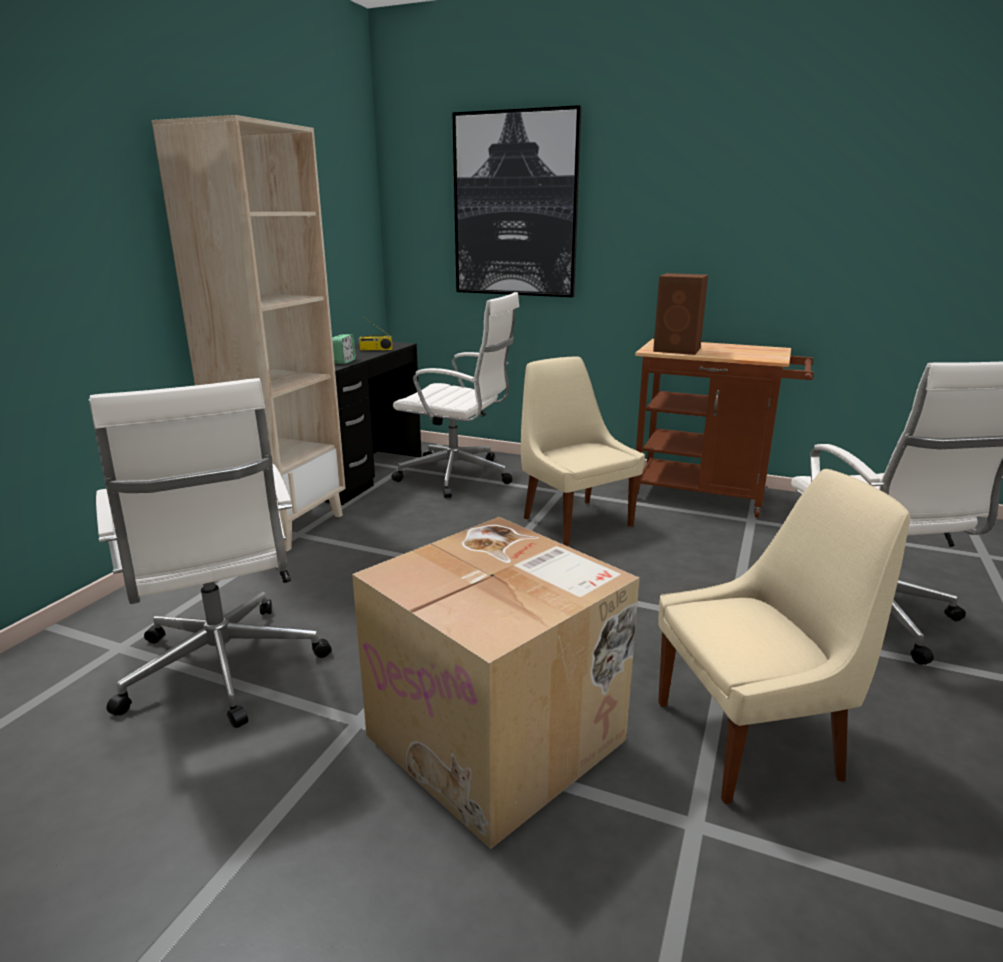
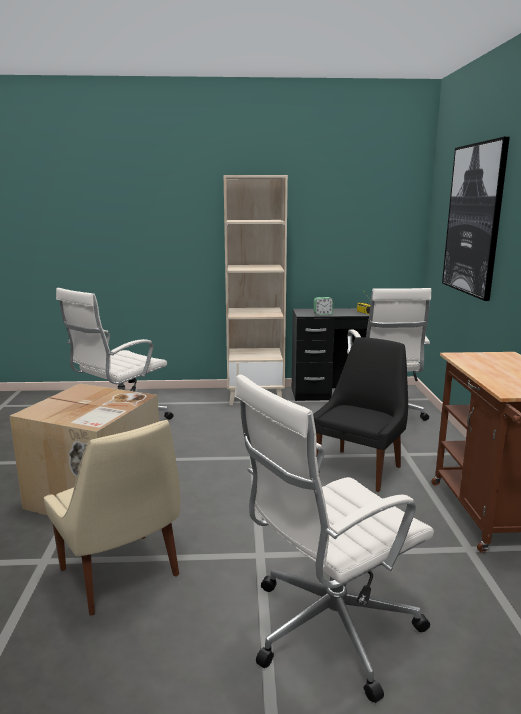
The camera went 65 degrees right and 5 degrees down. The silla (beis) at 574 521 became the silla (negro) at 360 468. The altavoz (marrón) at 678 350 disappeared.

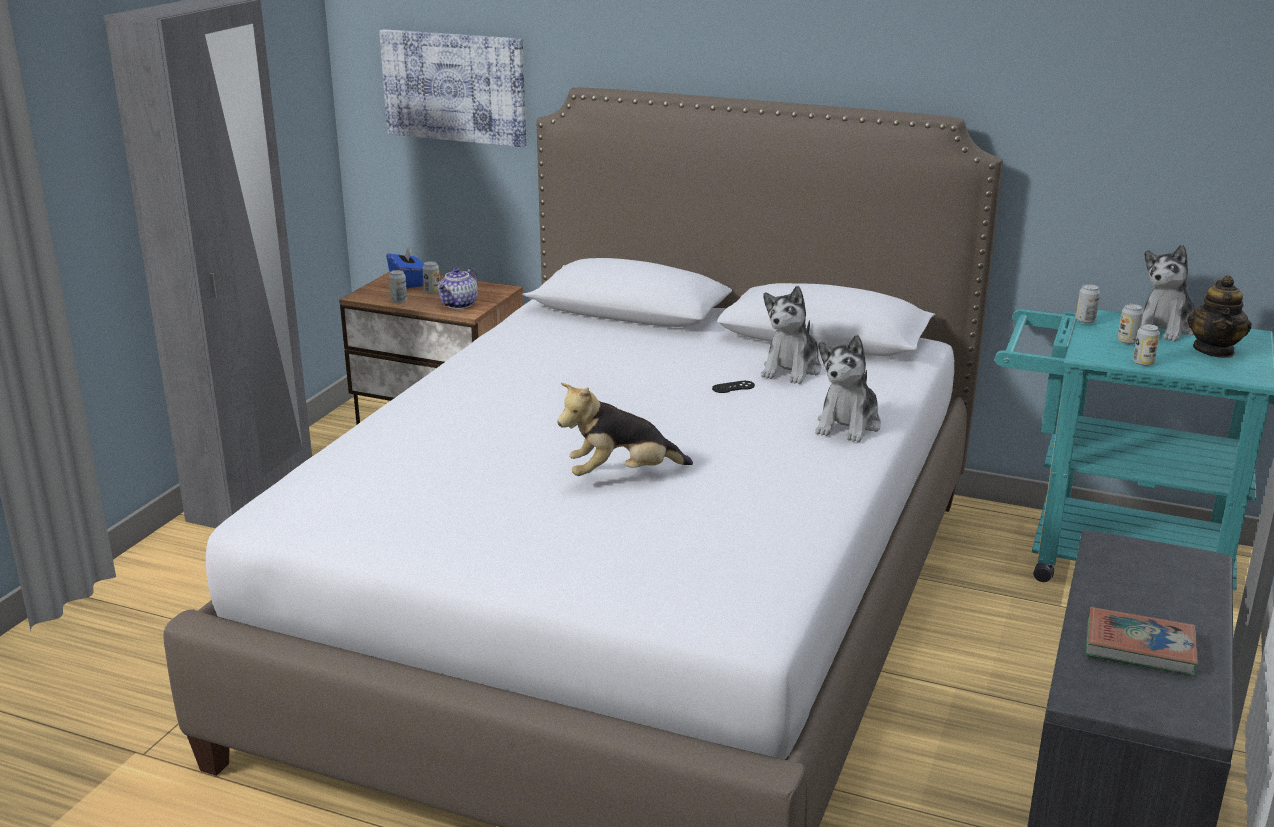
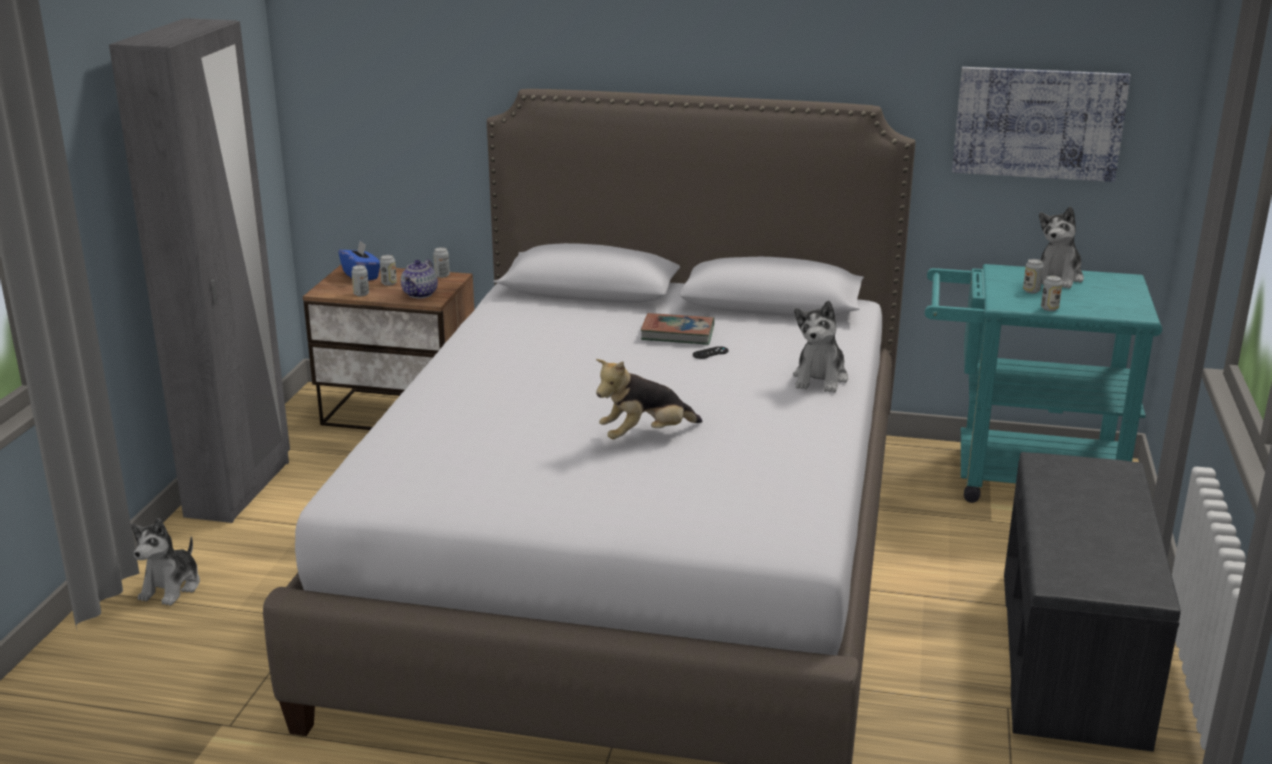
The camera went 10 degrees left and 0 degrees up. The cuadro moved from 454 87 to 1038 123. The peluche moved from 792 370 to 171 587. The lata moved from 1085 320 to 442 275. The libro moved from 1139 647 to 677 334. The tetera at 1214 350 disappeared.

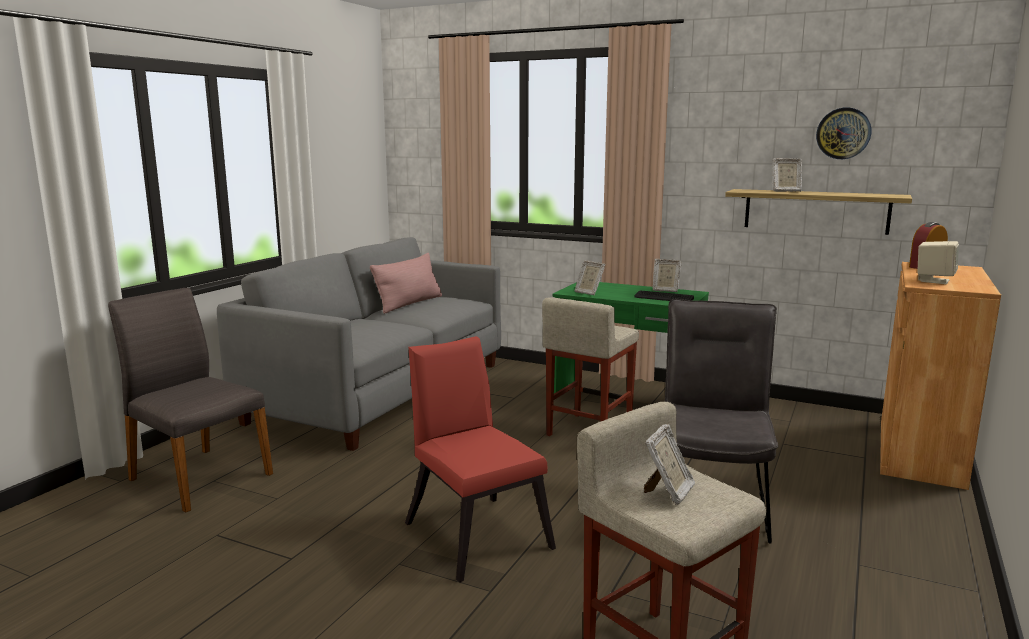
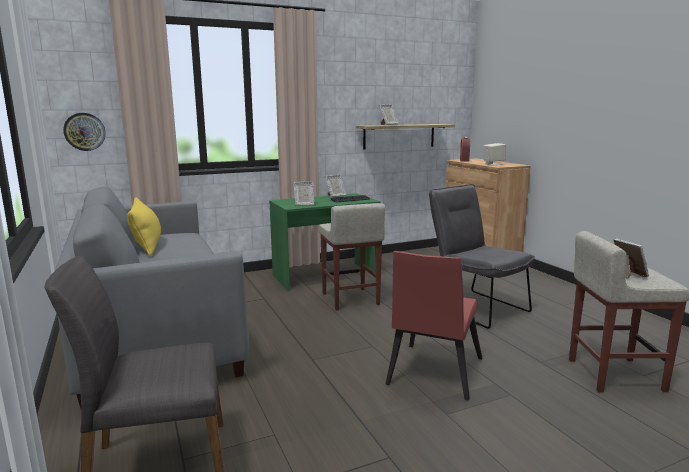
The camera went 50 degrees left and 0 degrees up. The cojín (rosa) at 409 304 became the cojín (amarillo) at 146 245. The silla (rojo) at 475 531 turned 75 degrees counterclockwise. The reloj de pared moved from 843 133 to 84 131.

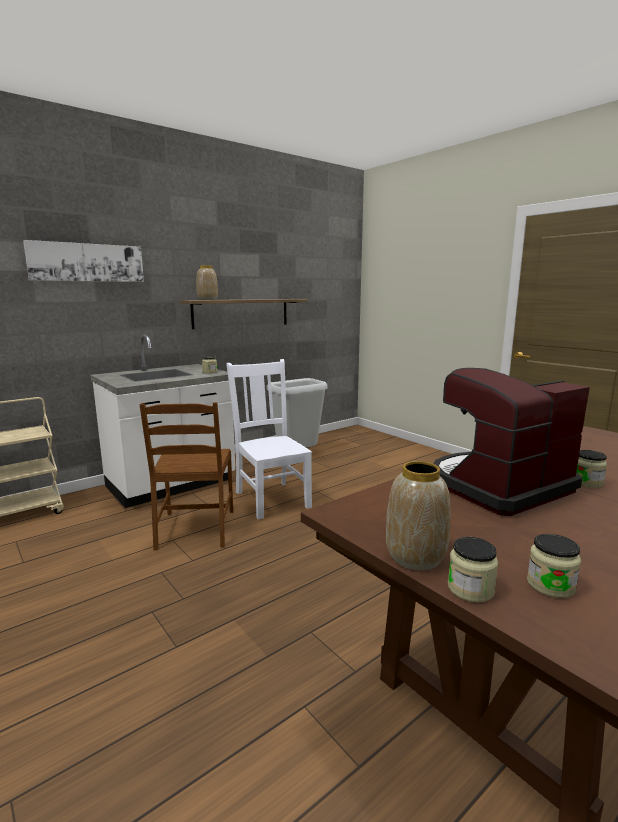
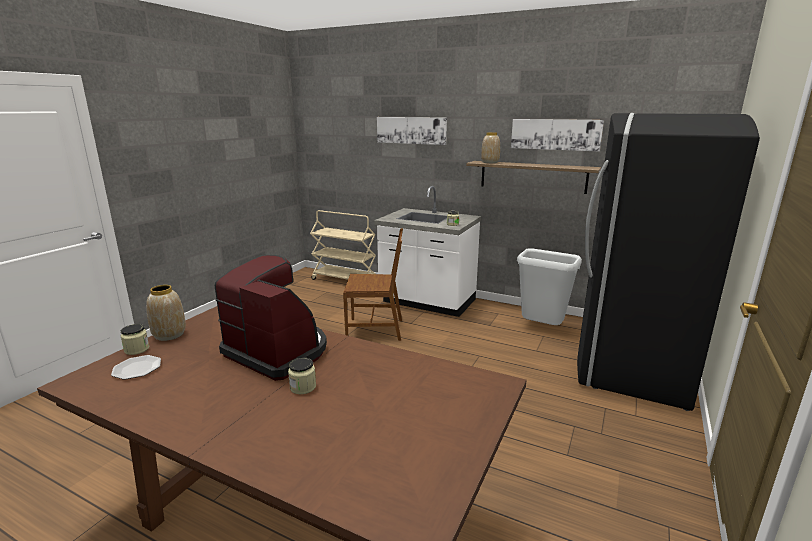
The camera went 65 degrees right and 5 degrees up. The silla (marrón) at 195 529 turned 150 degrees counterclockwise. The silla (blanco) at 271 498 disappeared. The tarro at 550 585 was replaced by the plato at 137 369. The cuadro at 555 134 appeared. The nevera (negro) at 632 363 appeared.

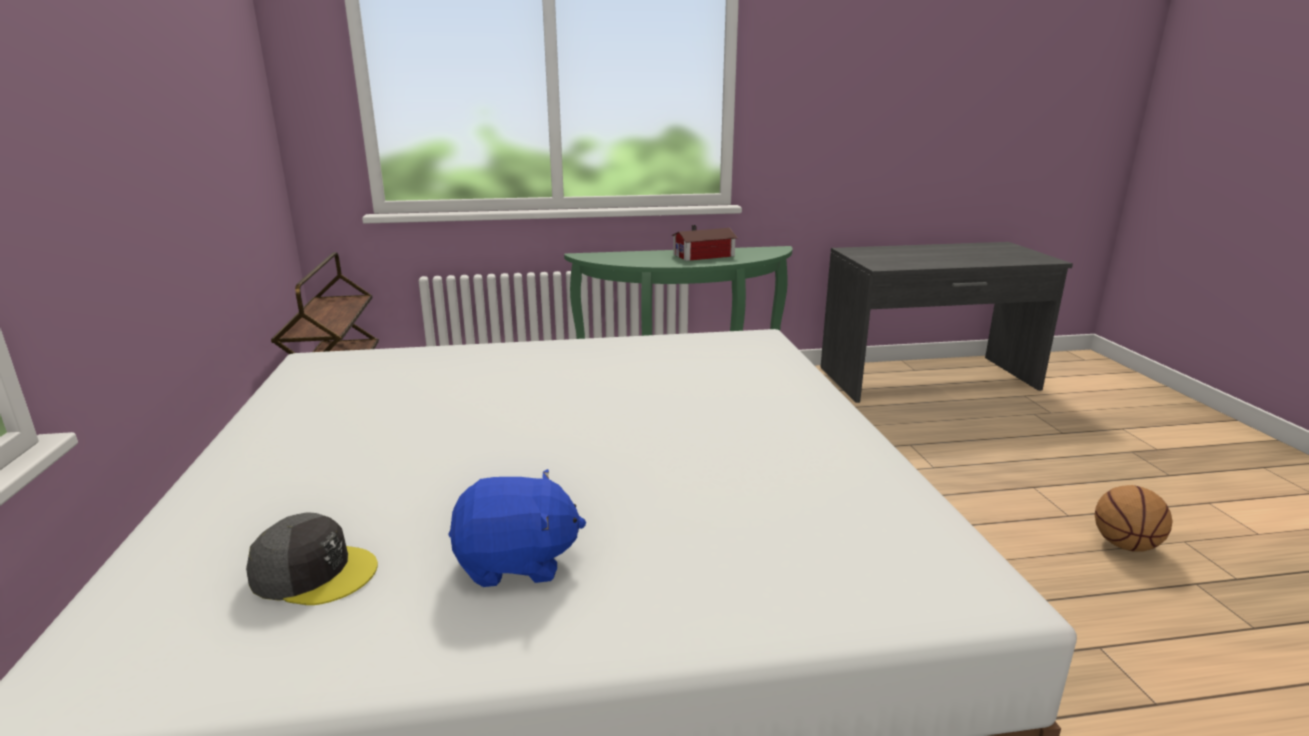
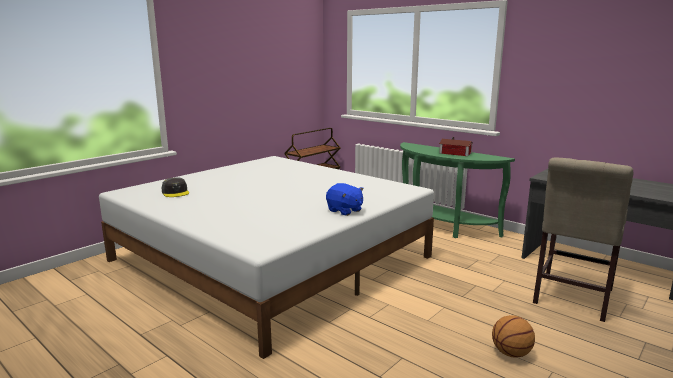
The camera went 50 degrees right and 5 degrees down. The peluche (azul) moved from 517 562 to 344 210. The silla (beis) at 571 298 appeared.

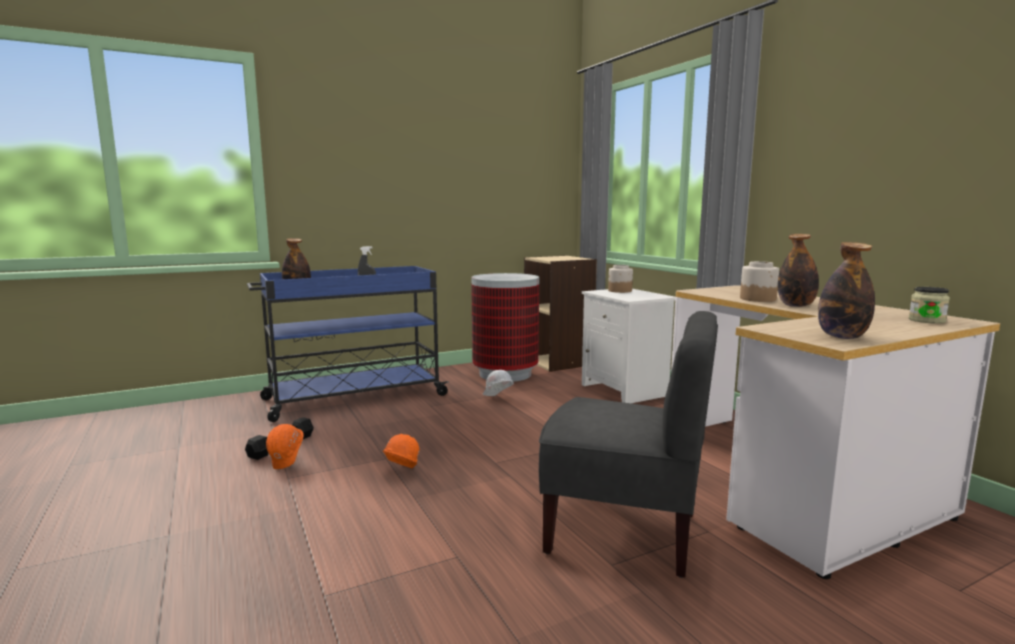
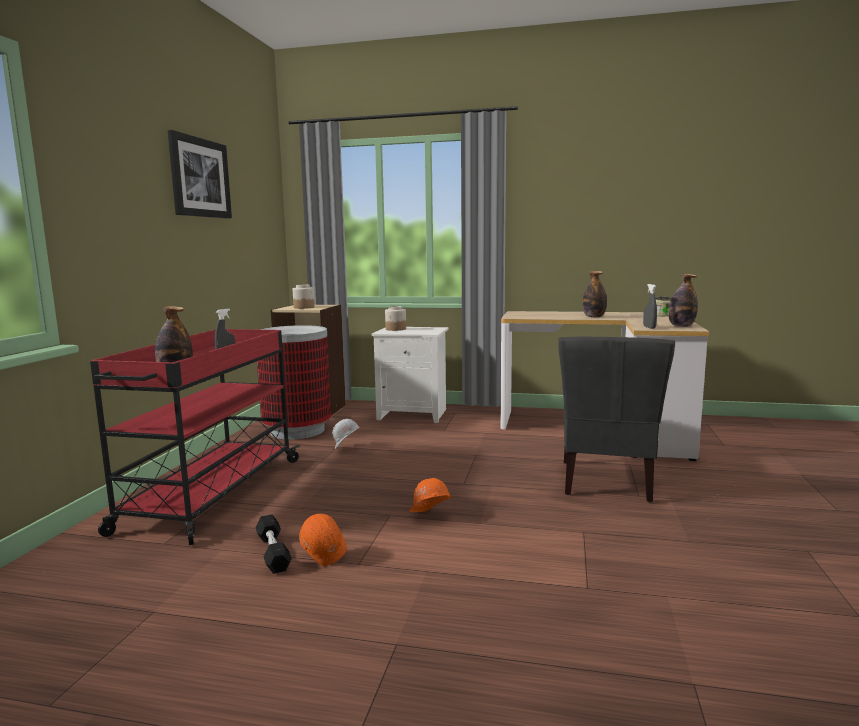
The camera went 50 degrees left and 0 degrees up. The carrito (azul) at 353 397 became the carrito (rojo) at 211 494. The silla (gris) at 623 532 turned 135 degrees clockwise. The tarro moved from 758 299 to 304 307. The cuadro at 200 178 appeared. The pulverizador (gris) at 649 327 appeared.

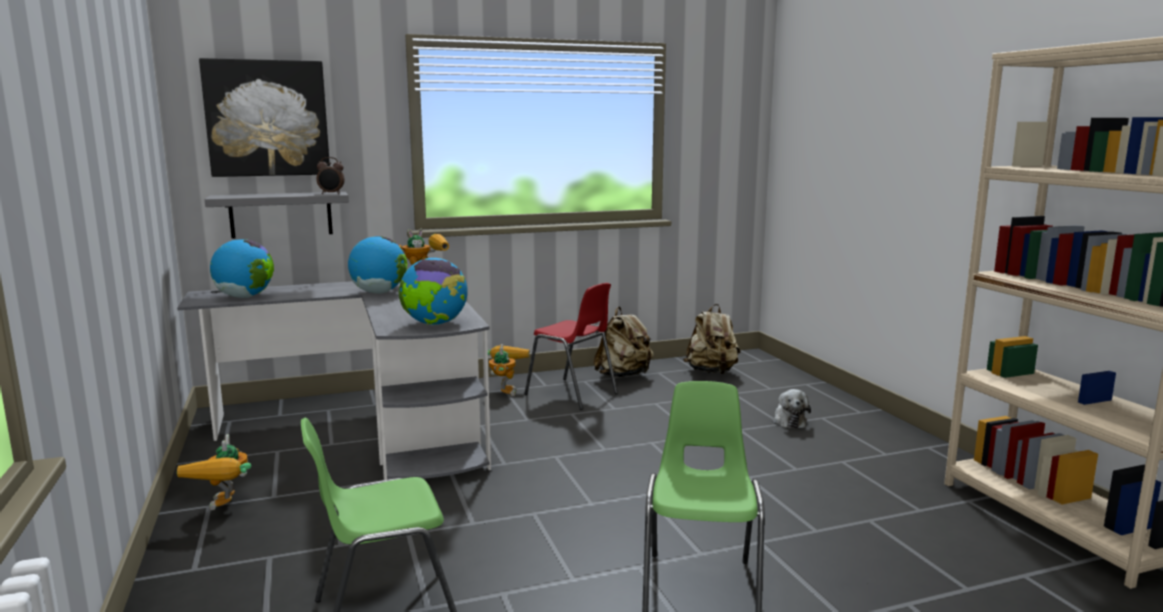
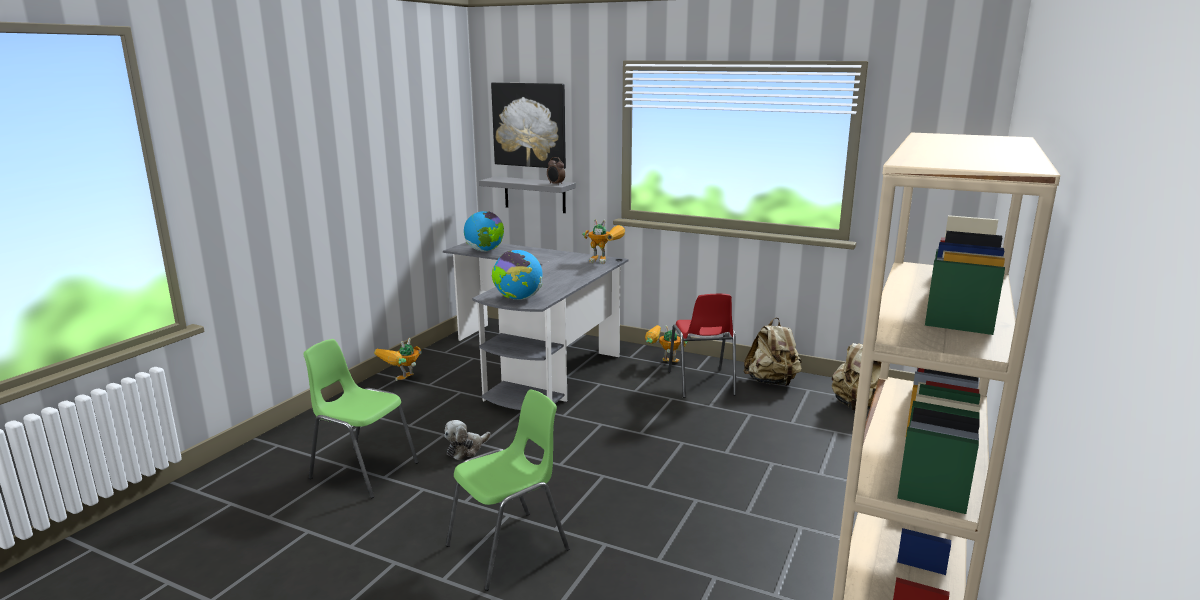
The camera went 45 degrees right and 5 degrees up. The globo terráqueo at 379 293 disappeared. The robot de juguete at 505 390 turned 120 degrees counterclockwise. The peluche moved from 788 421 to 466 449.

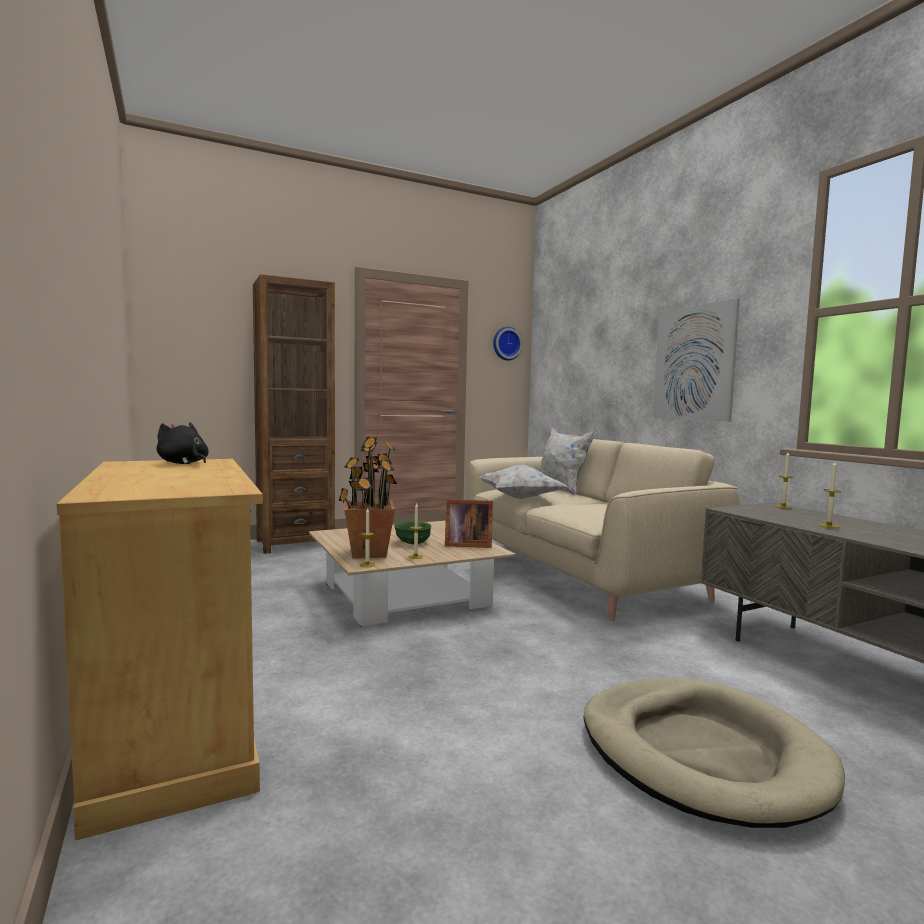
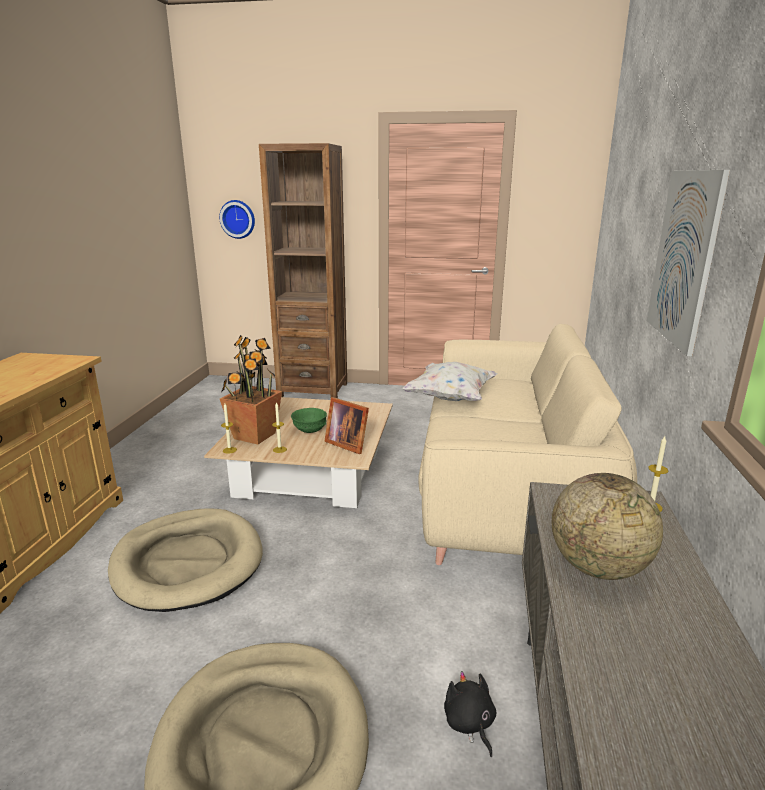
The camera went 35 degrees right and 15 degrees up. The peluche (negro) moved from 184 463 to 469 724. The reloj de pared moved from 506 343 to 238 219. The cojín (blanco) at 561 489 disappeared. The vela at 828 526 was replaced by the globo terráqueo at 598 567. The cama para perro (beis) at 188 563 appeared.

